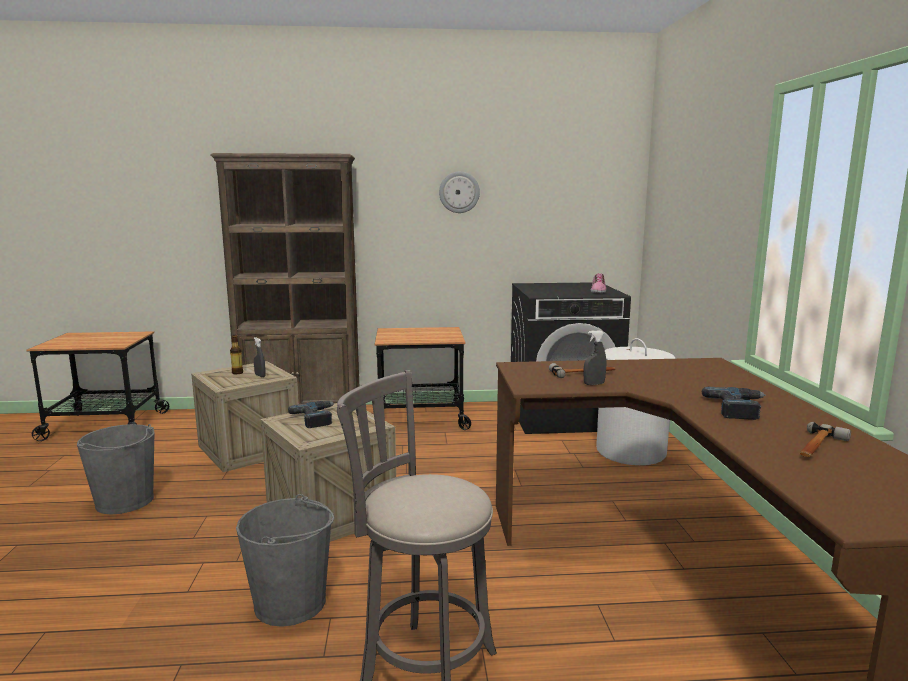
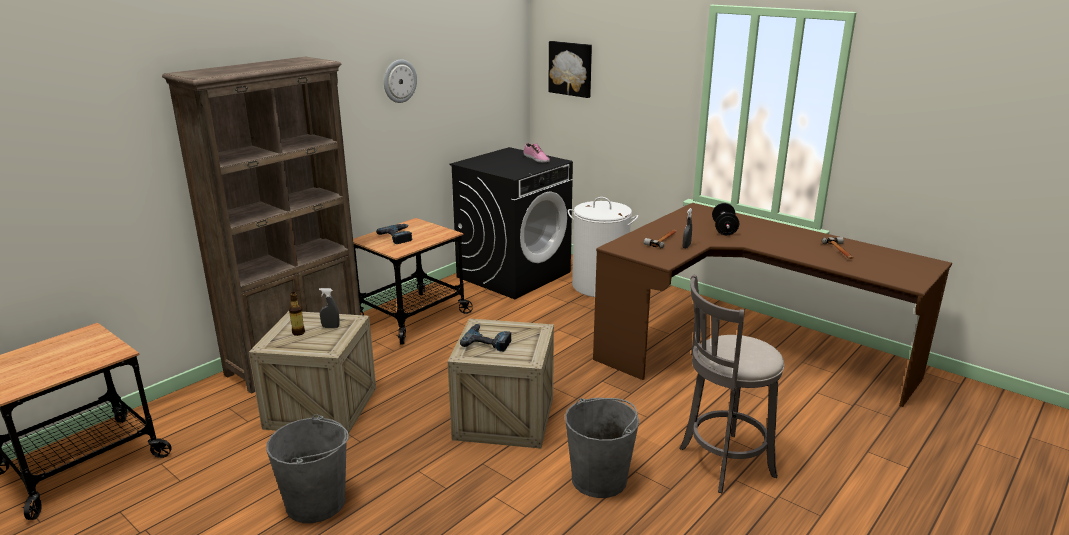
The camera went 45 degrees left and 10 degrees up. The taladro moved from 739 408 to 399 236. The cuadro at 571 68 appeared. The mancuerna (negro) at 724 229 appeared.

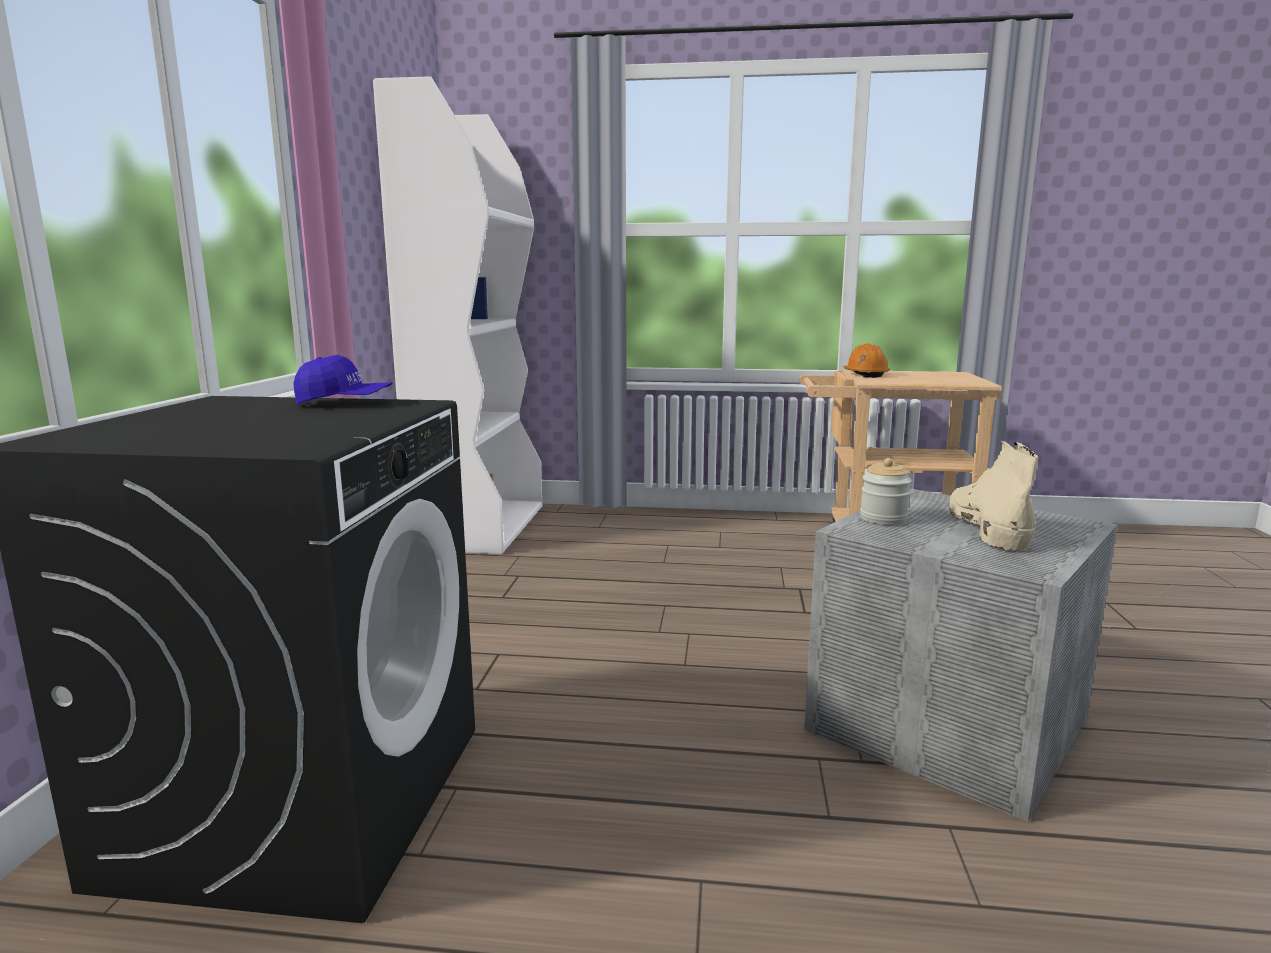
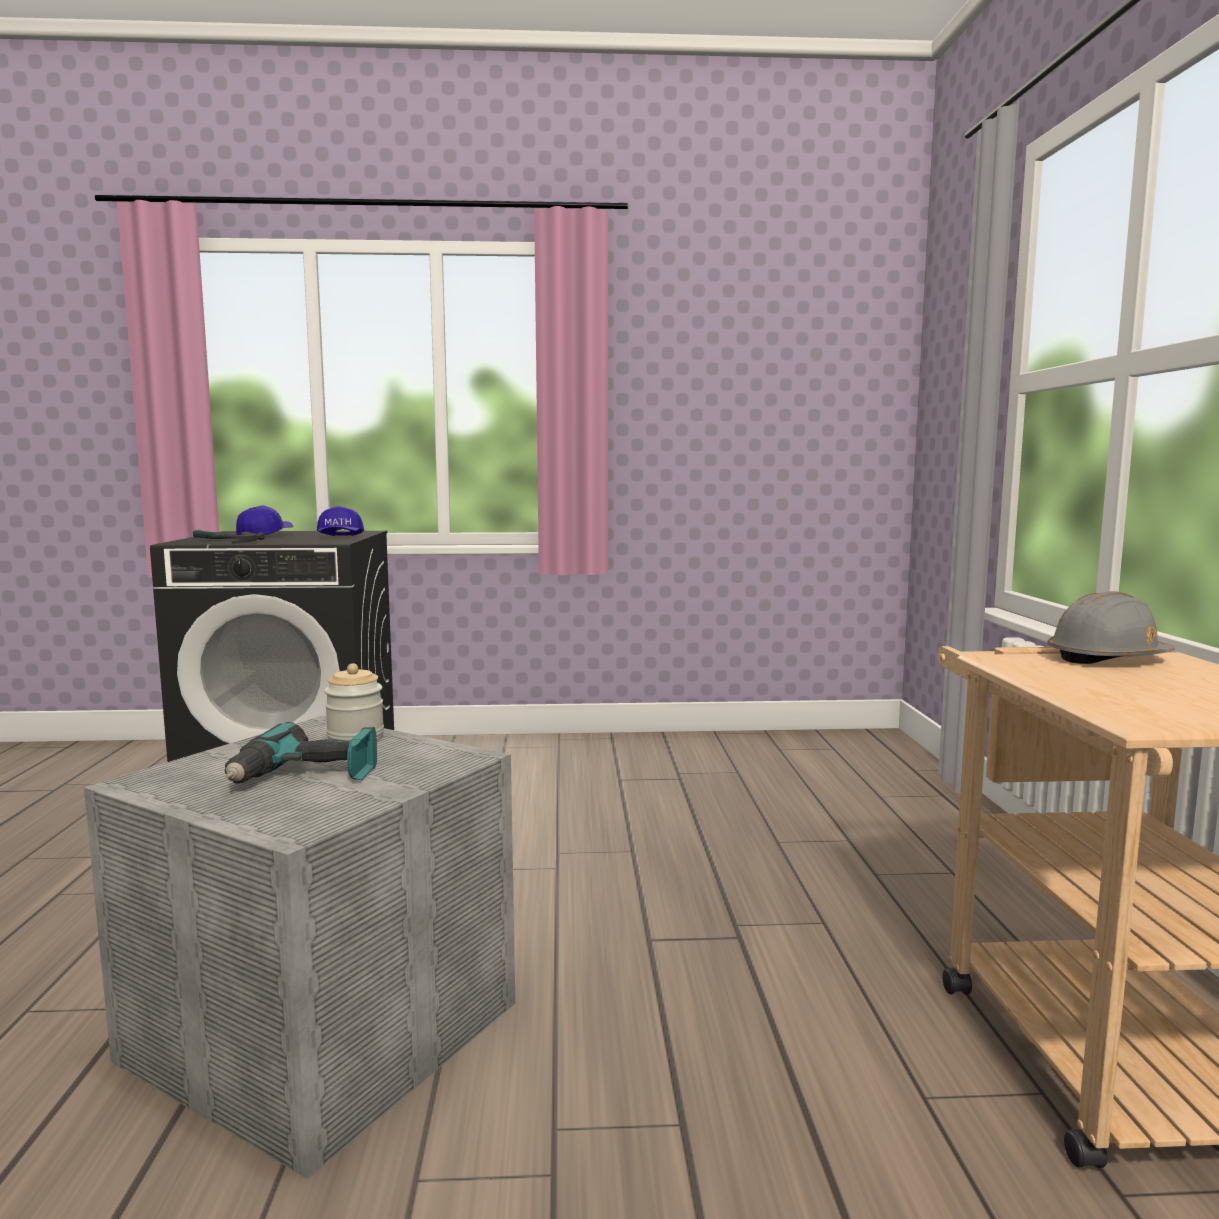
The camera went 80 degrees right and 5 degrees down. The estantería (blanco) at 480 526 disappeared. The casco (naranja) at 865 375 became the casco (gris) at 1107 659. The bota (beis) at 986 527 was replaced by the taladro at 305 776. The martillo at 223 541 appeared. The gorra (azul) at 265 536 appeared.

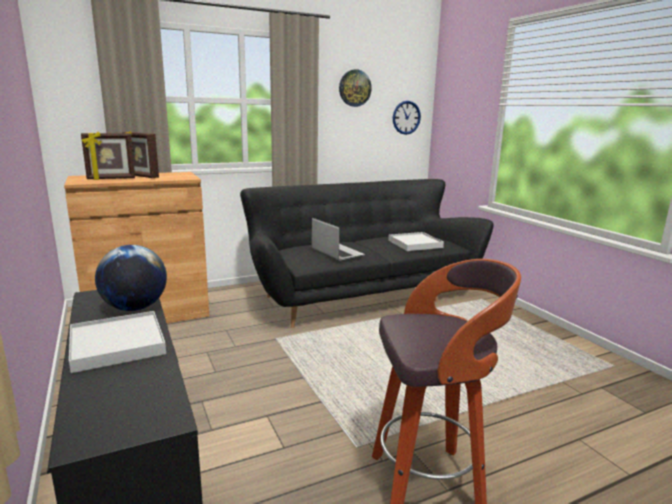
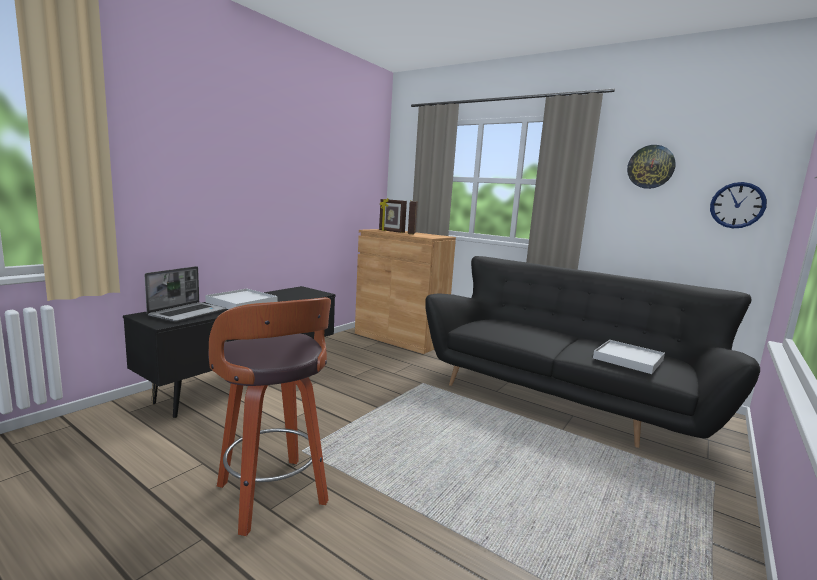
The camera went 60 degrees right and 5 degrees down. The globo terráqueo at 135 308 disappeared. The portátil moved from 336 253 to 188 313.

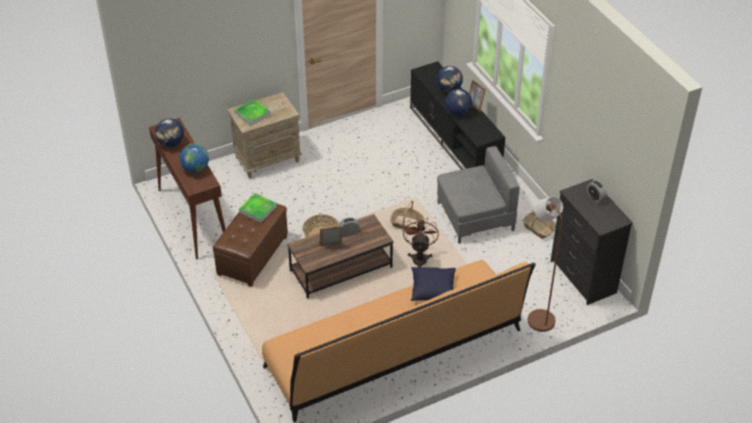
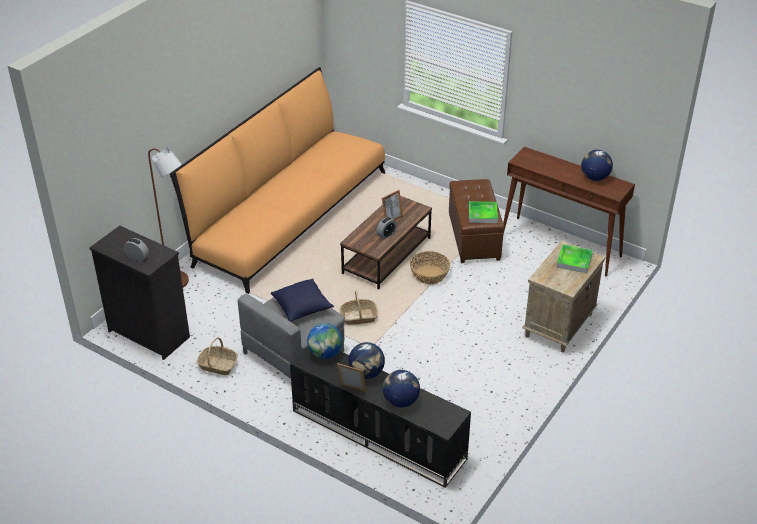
The camera went 150 degrees right and 5 degrees down. The globo terráqueo moved from 195 169 to 325 353. The ventilador (marrón) at 420 257 disappeared. The cojín (azul) moved from 432 290 to 302 307.

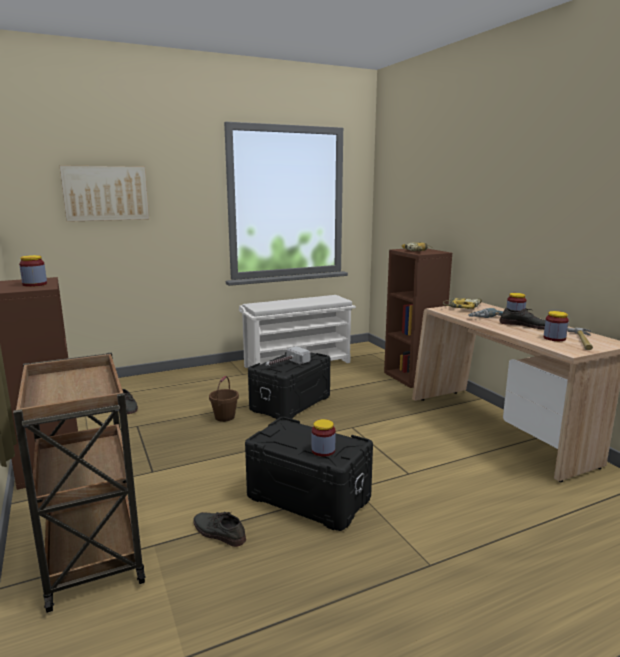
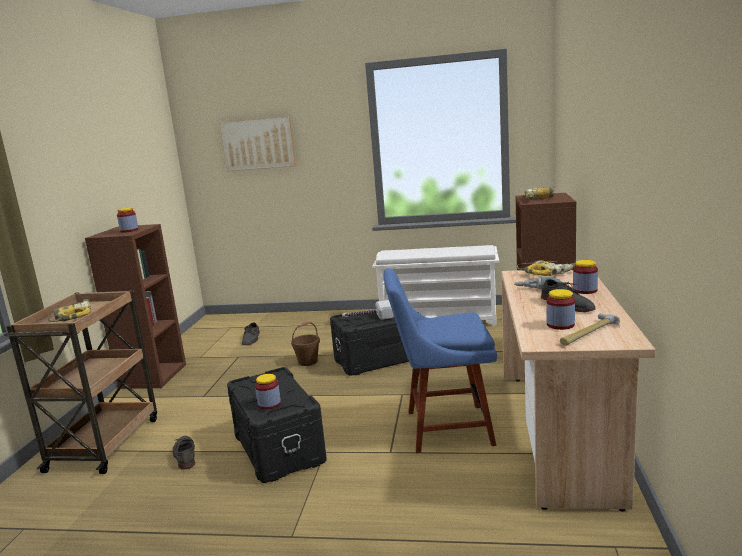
The camera went 35 degrees right and 0 degrees up. The taladro at 72 316 appeared. The silla (azul) at 443 428 appeared.

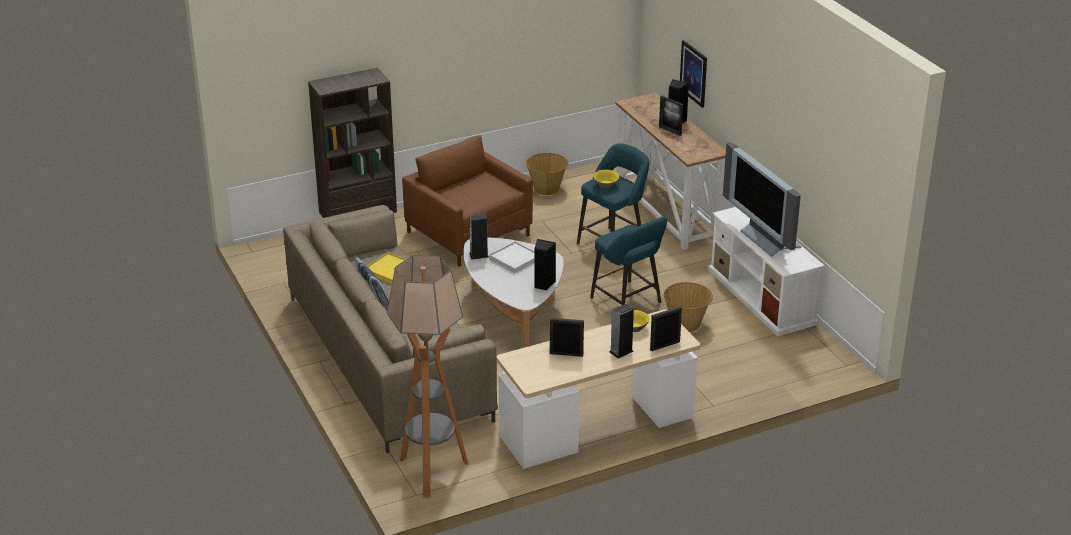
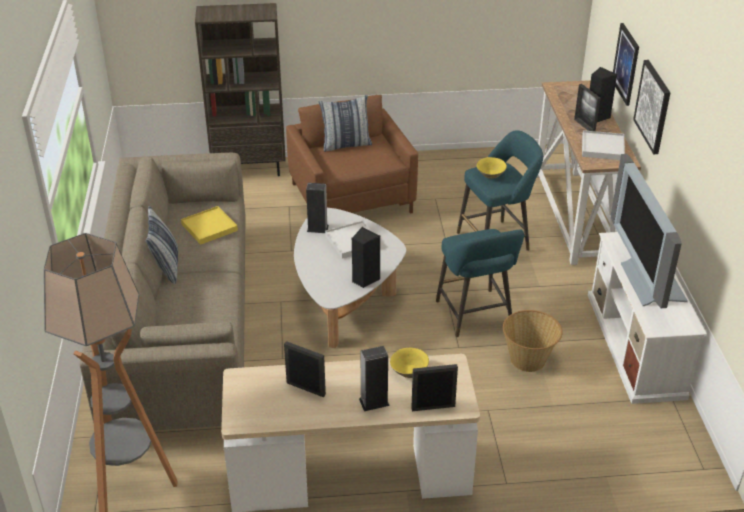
The camera went 20 degrees right and 5 degrees up. The cesta at 546 189 disappeared. The cojín at 346 144 appeared. The bandeja (blanco) at 602 148 appeared. The cuadro at 653 106 appeared.

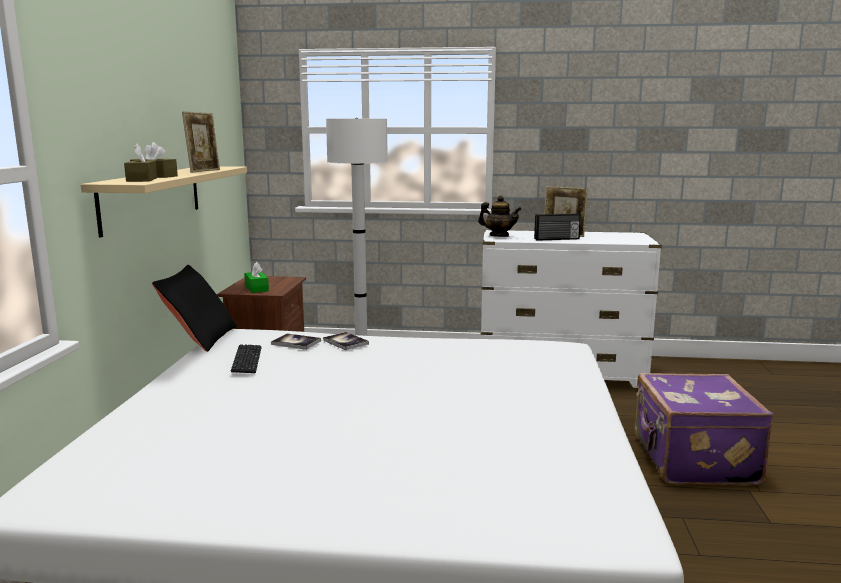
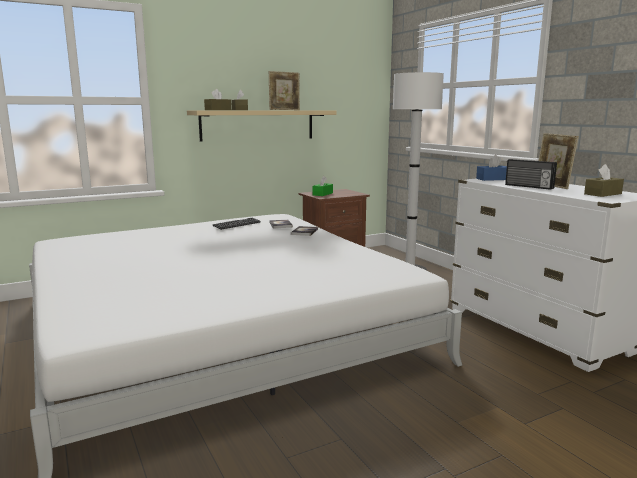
The camera went 55 degrees right and 0 degrees up. The cojín (negro) at 199 338 disappeared. The tetera at 499 236 was replaced by the caja de pañuelos (azul) at 492 179. The maleta (morado) at 692 460 disappeared. The caja de pañuelos (marrón) at 603 194 appeared.

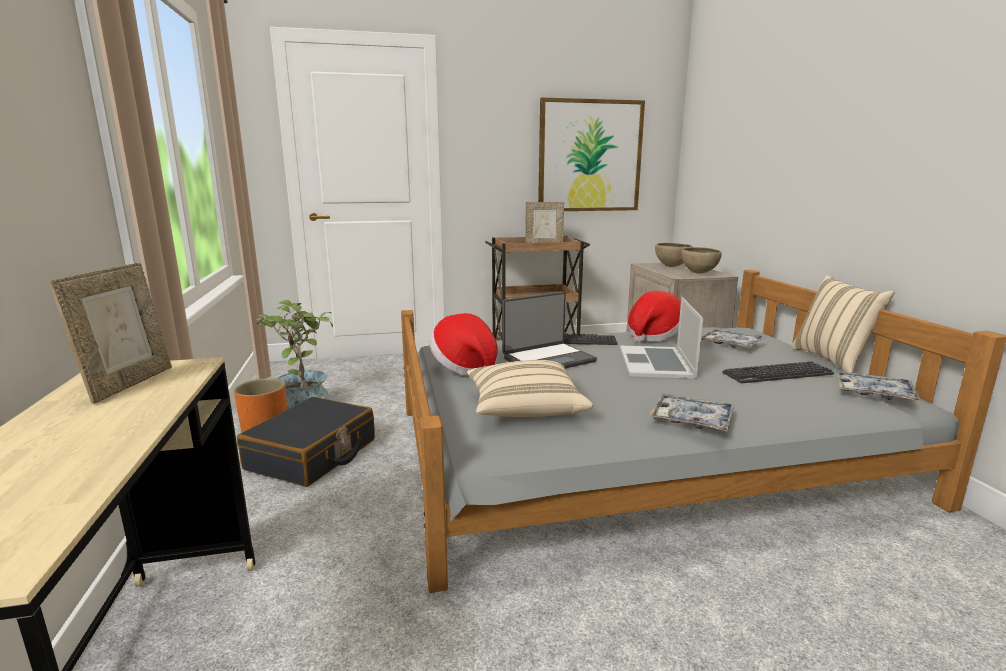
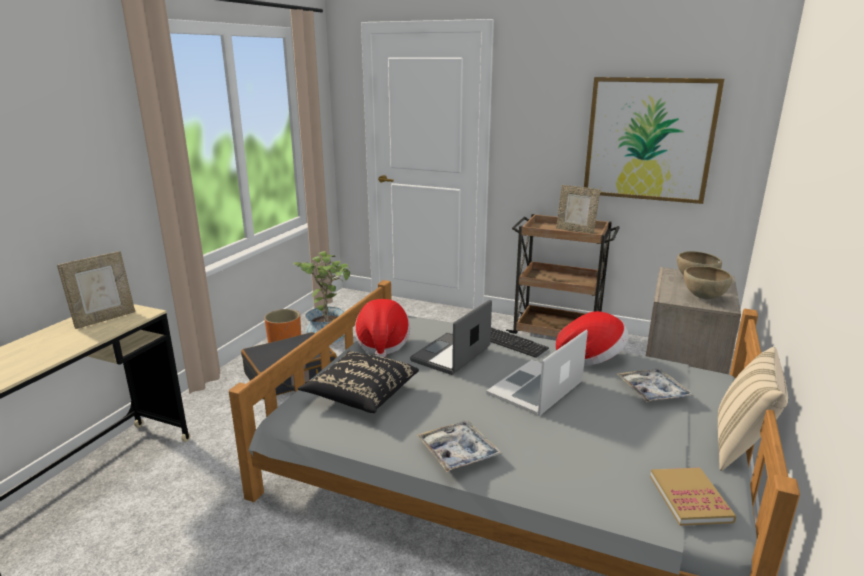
The camera went 35 degrees right and 5 degrees up. The cojín (beis) at 524 408 became the cojín (negro) at 361 395. The portátil at 548 359 turned 120 degrees clockwise. The teclado at 777 374 disappeared. The bandeja at 874 393 was replaced by the libro at 690 498.

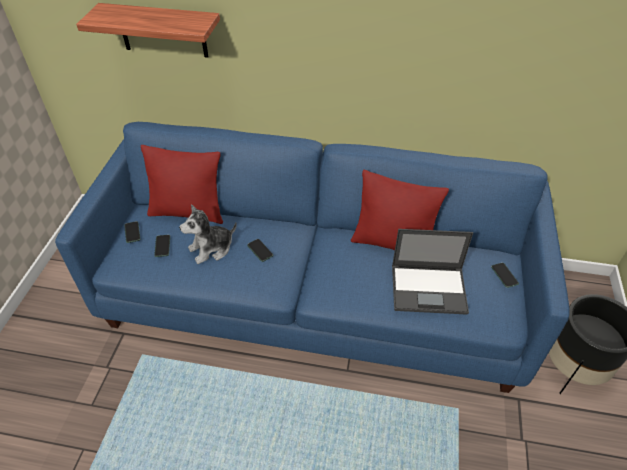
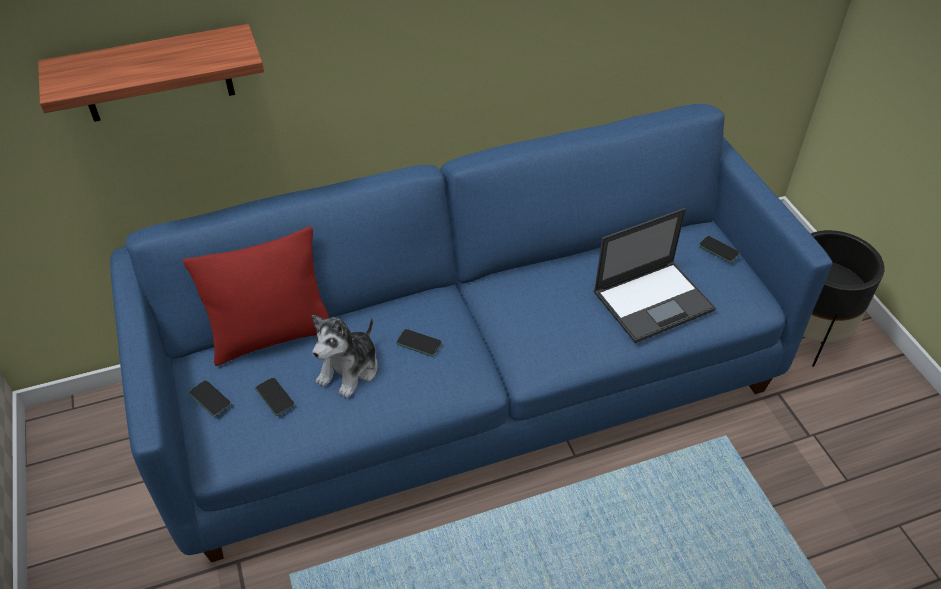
The camera went 30 degrees left and 0 degrees up. The cojín (rojo) at 392 243 disappeared.

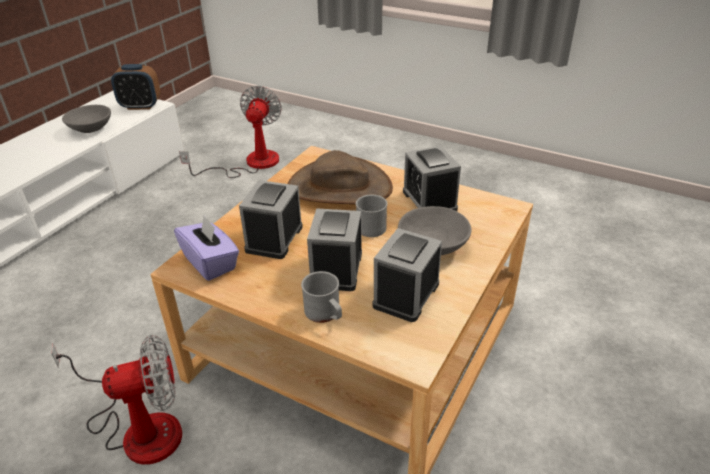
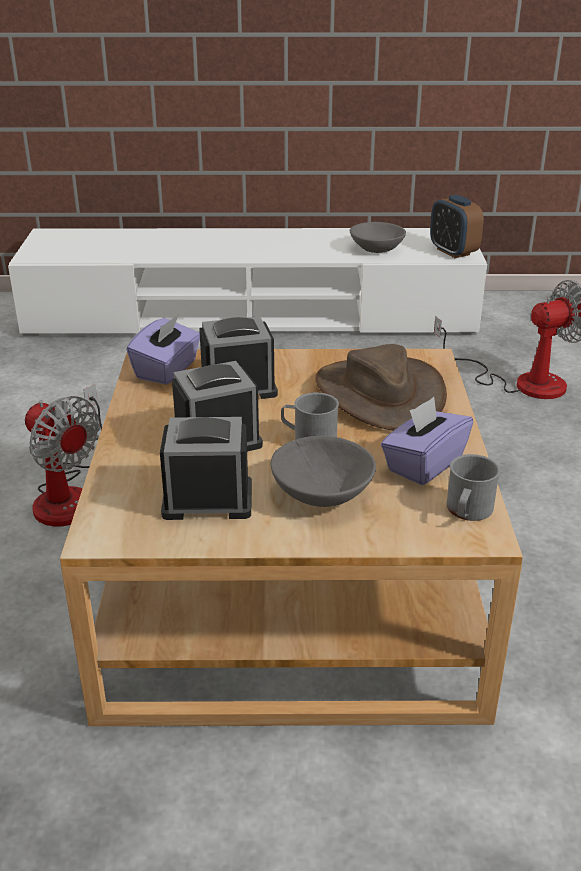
The camera went 60 degrees right and 5 degrees down. The taza grande (gris) moved from 325 314 to 467 512. The despertador at 429 200 was replaced by the caja de pañuelos (morado) at 423 464.

